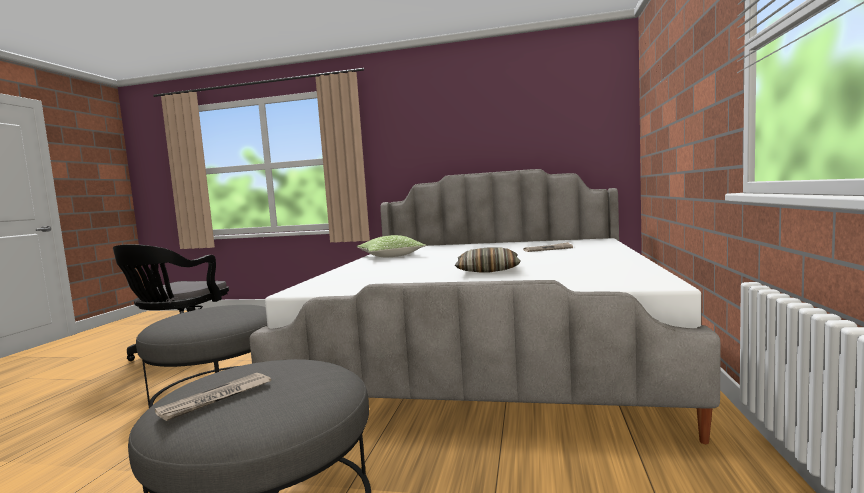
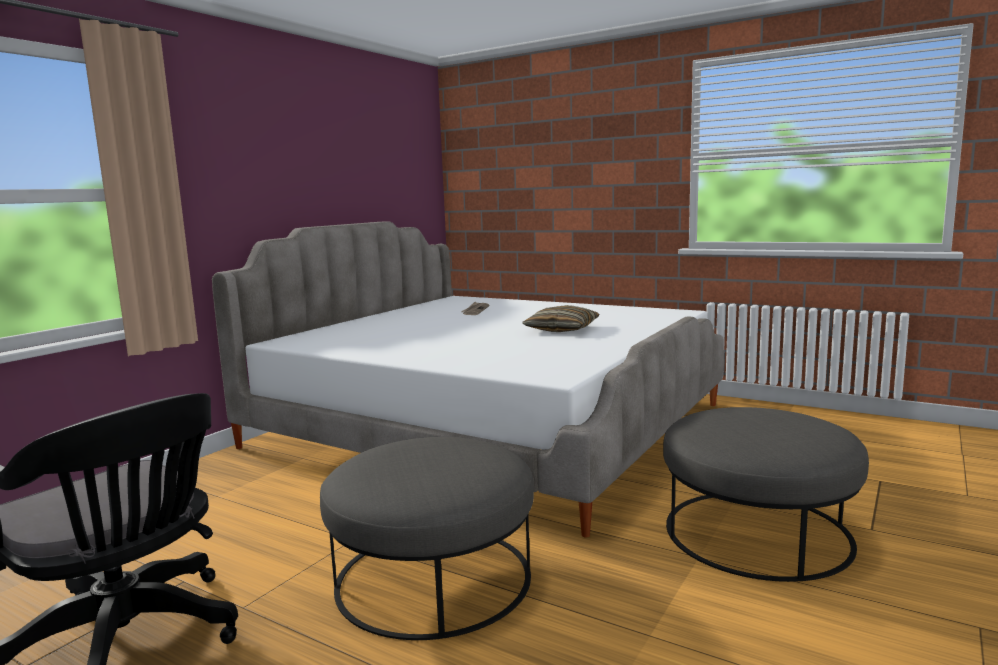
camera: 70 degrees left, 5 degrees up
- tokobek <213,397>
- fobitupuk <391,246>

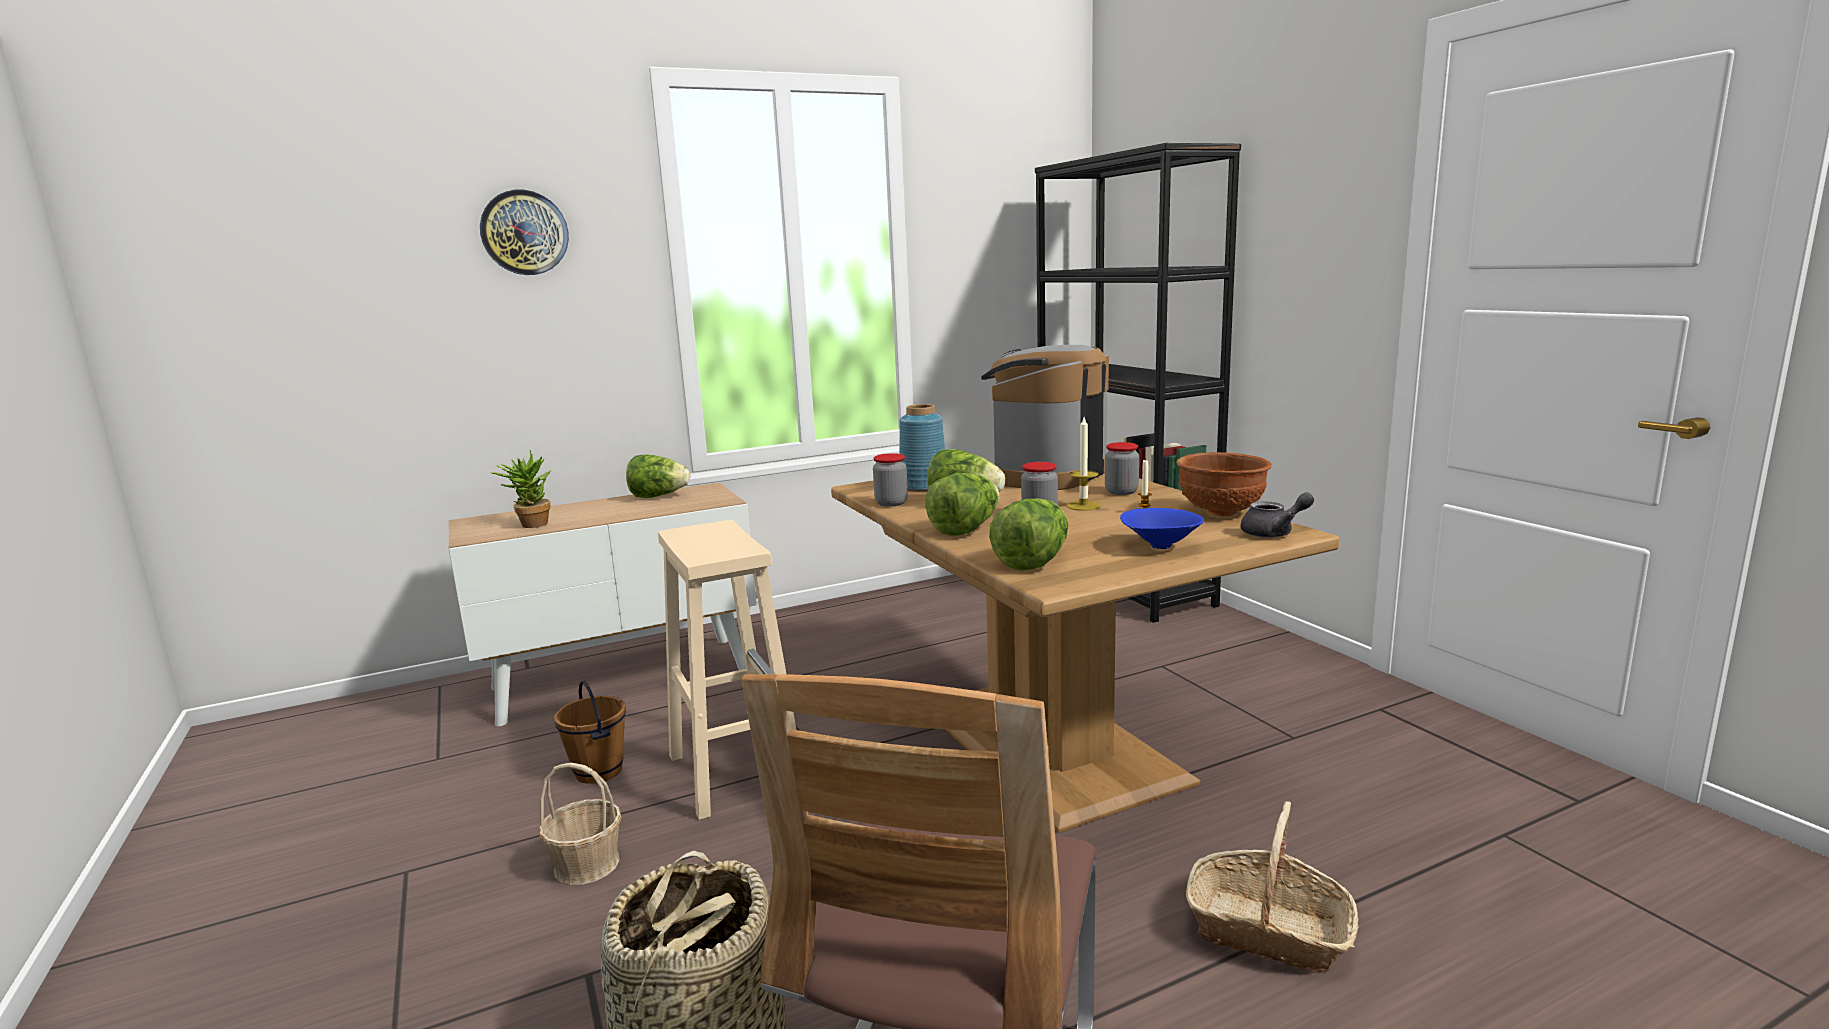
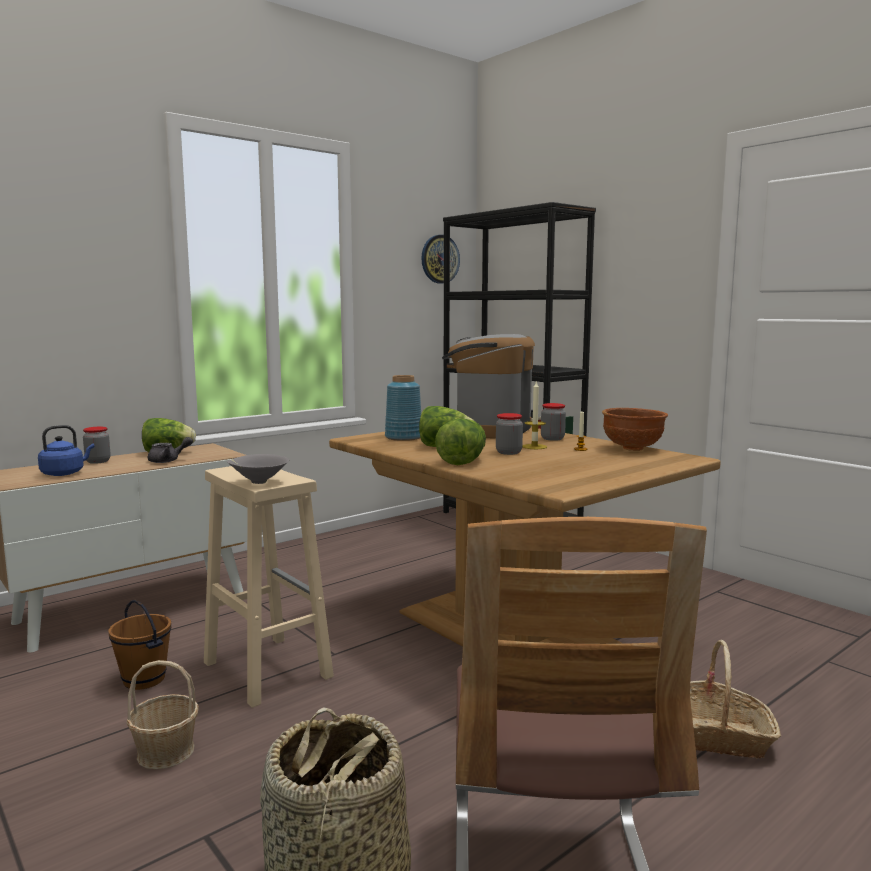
camera: 15 degrees left, 5 degrees down
~ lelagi <524,232> to <440,259>
~ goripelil <520,489> to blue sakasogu <66,450>
~ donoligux <890,480> to <97,445>
- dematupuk <1028,534>
- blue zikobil <1162,528>
~ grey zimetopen <1277,515> to <170,450>
+ grey zikobil <258,469>

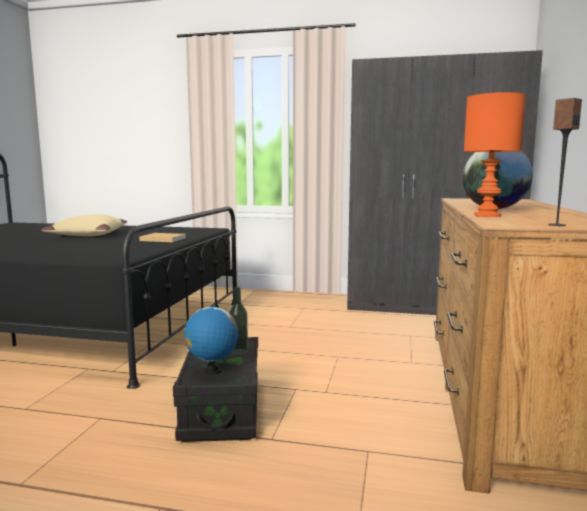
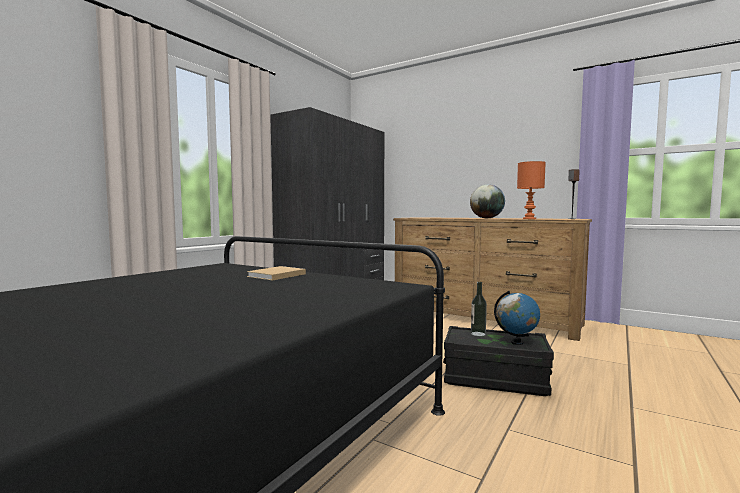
camera: 70 degrees left, 5 degrees down
- beige fobitupuk <84,225>

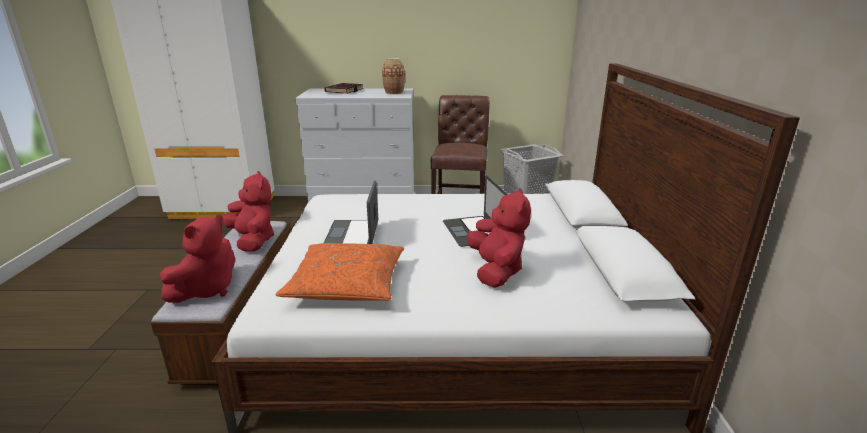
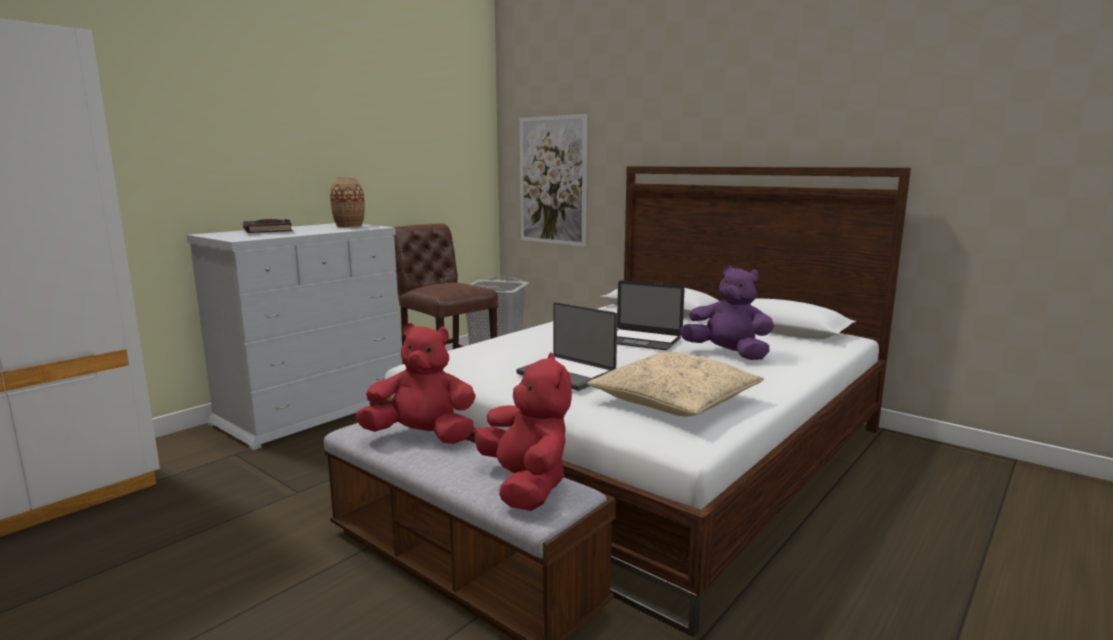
camera: 50 degrees left, 10 degrees down
~ orange fobitupuk <339,272> to beige fobitupuk <675,384>
~ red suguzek <499,238> to purple suguzek <726,312>
+ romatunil <553,180>

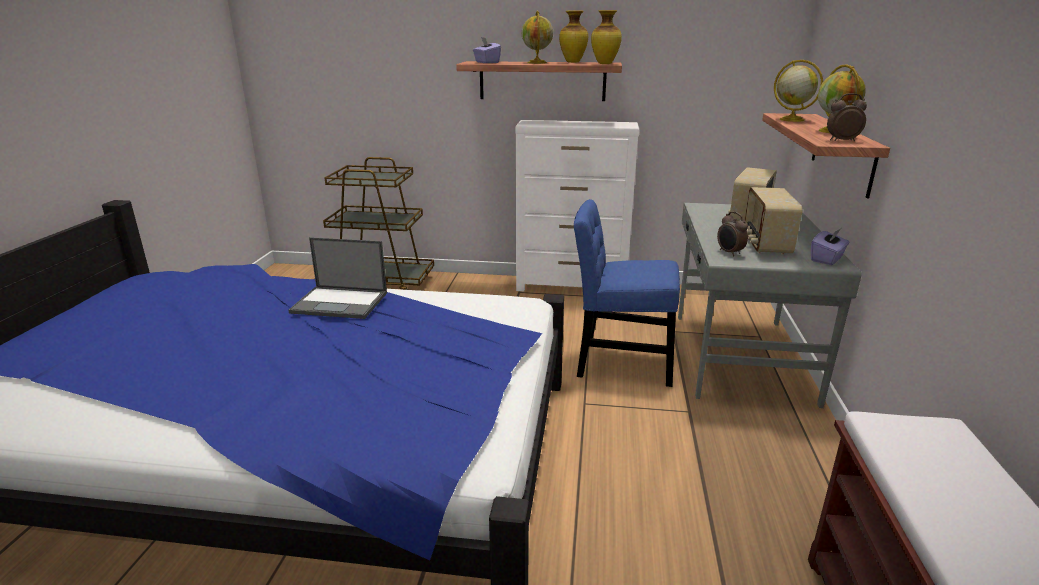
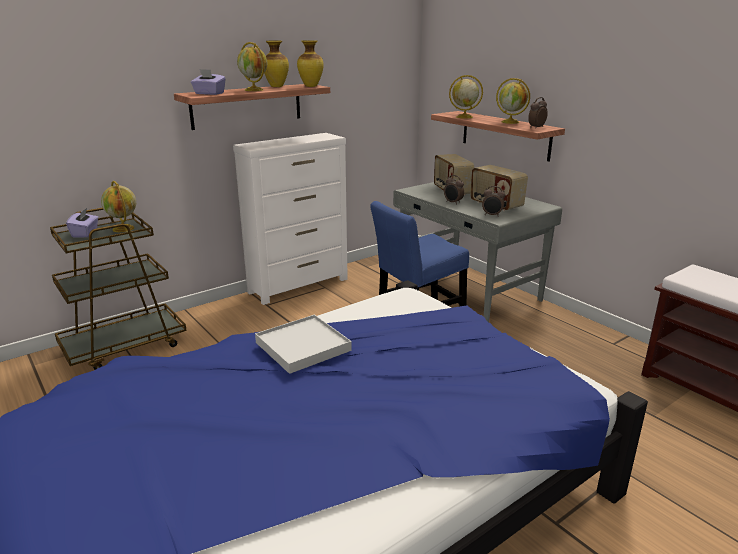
camera: 45 degrees left, 0 degrees up
~ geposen <337,278> to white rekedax <303,344>
~ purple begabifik <830,246> to <82,223>
+ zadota <118,206>
+ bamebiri <454,190>

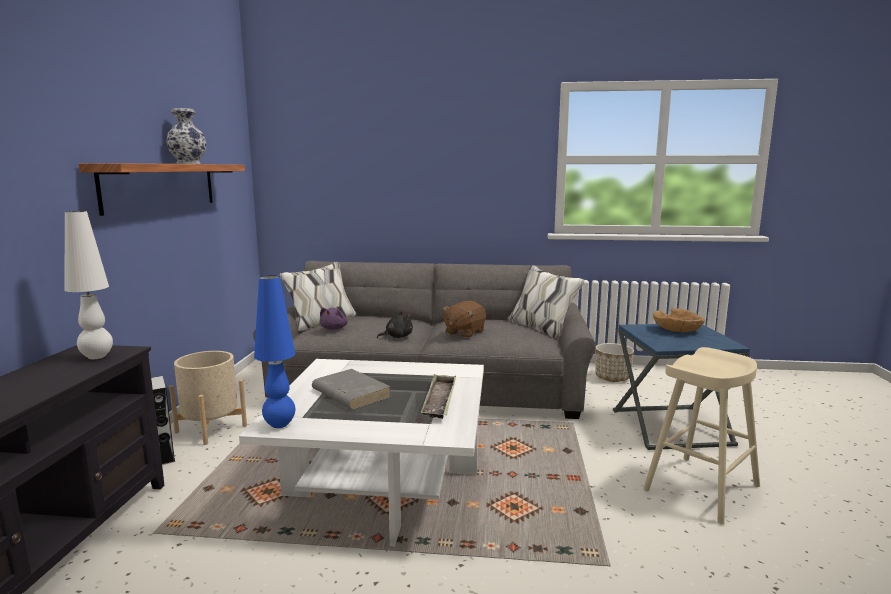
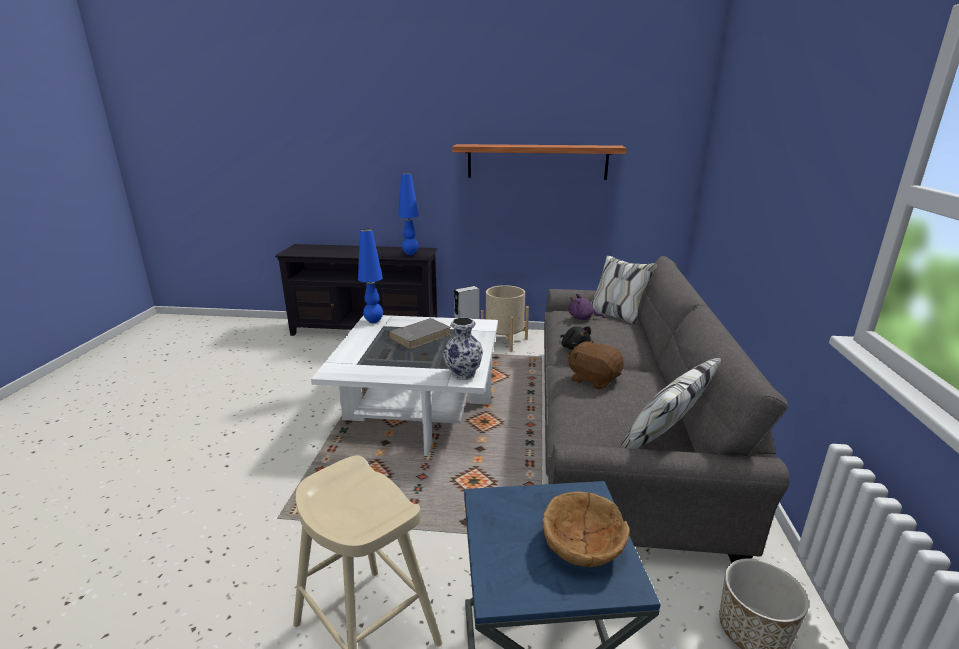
camera: 90 degrees right, 10 degrees up
~ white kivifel <88,285> to blue kivifel <408,214>
~ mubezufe <186,136> to <463,348>
- rekedax <438,396>

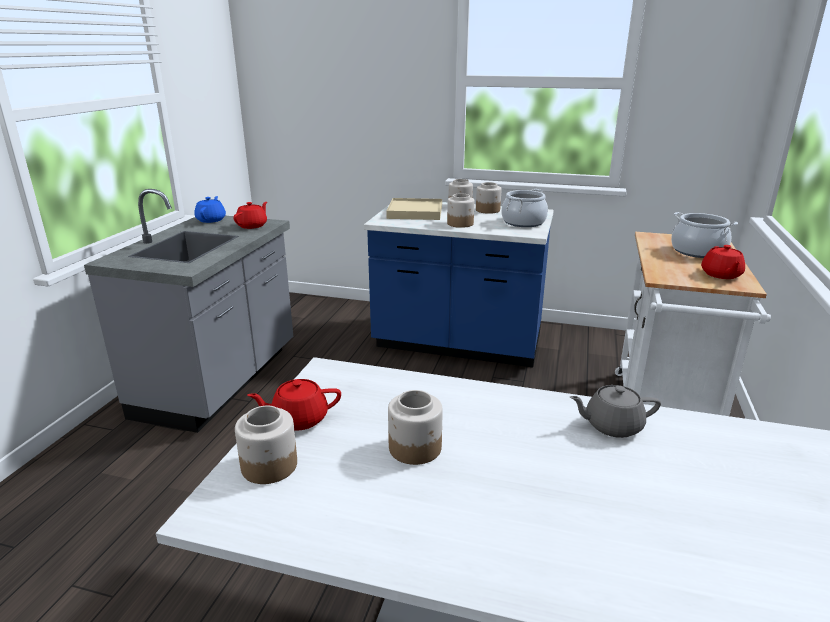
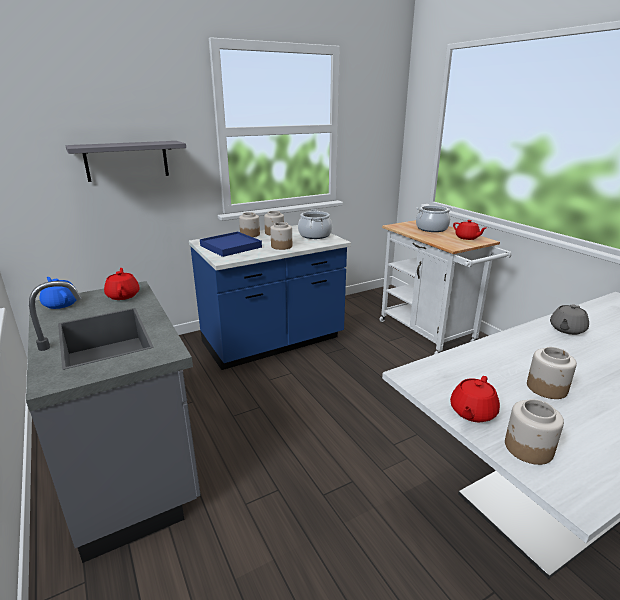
camera: 45 degrees left, 0 degrees up
~ beige rekedax <414,209> to blue rekedax <231,244>
+ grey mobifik <126,161>

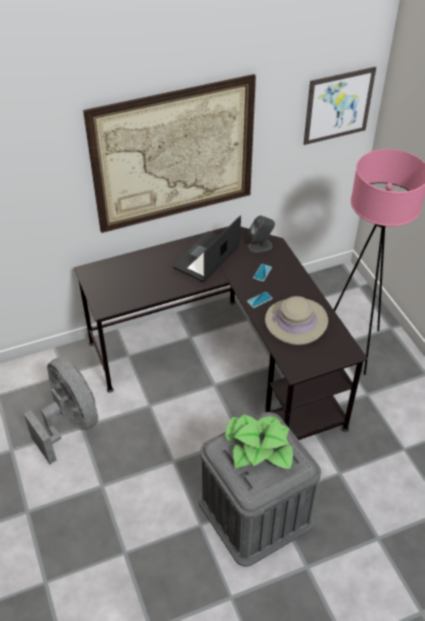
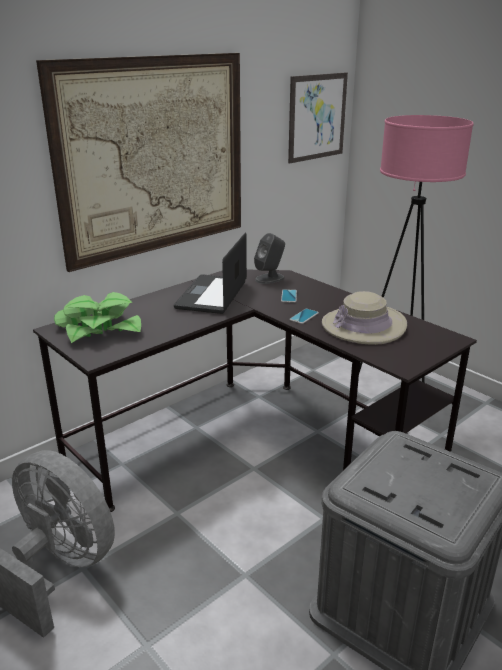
camera: 20 degrees left, 20 degrees down
~ goripelil <259,441> to <97,317>

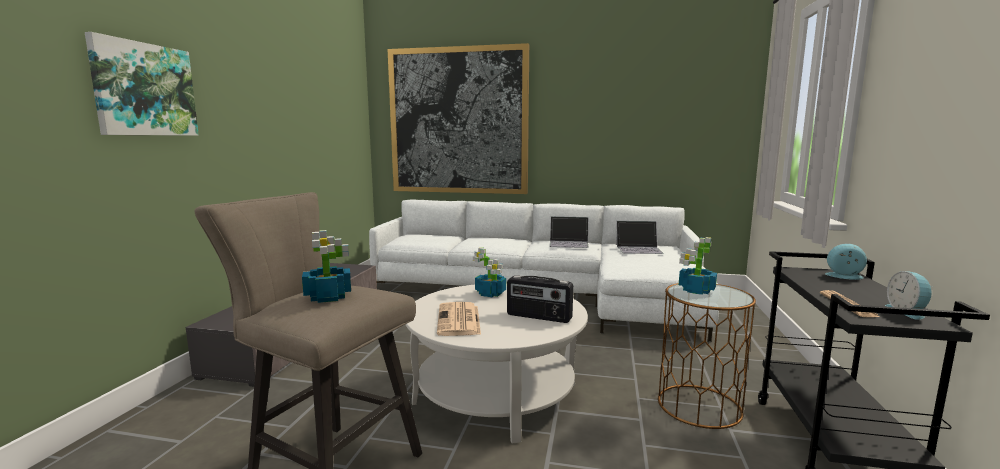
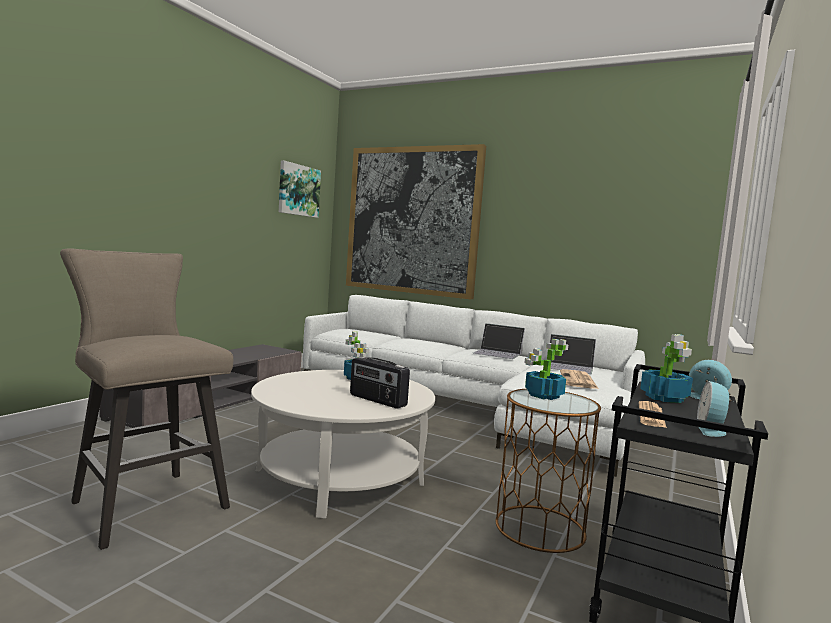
camera: 15 degrees right, 5 degrees down
~ romatunil <142,84> to <300,189>
~ goripelil <326,266> to <666,368>
~ tokobek <459,319> to <579,379>

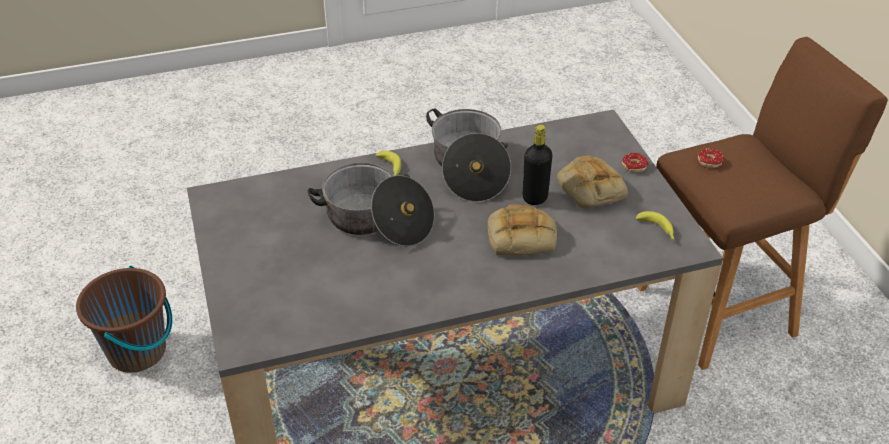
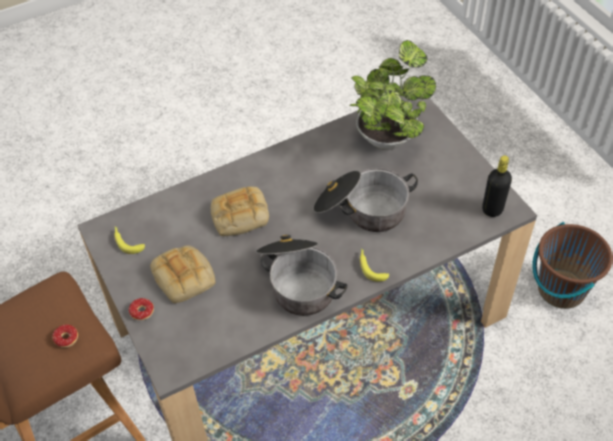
camera: 170 degrees right, 10 degrees up
~ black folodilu <538,165> to <497,186>
+ goripelil <392,95>

